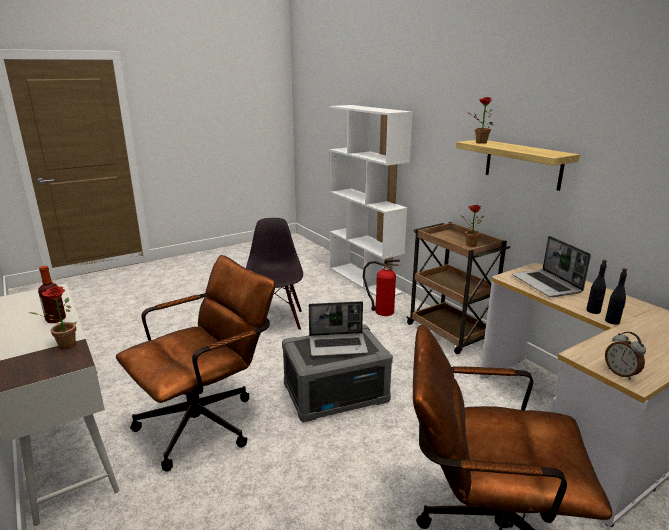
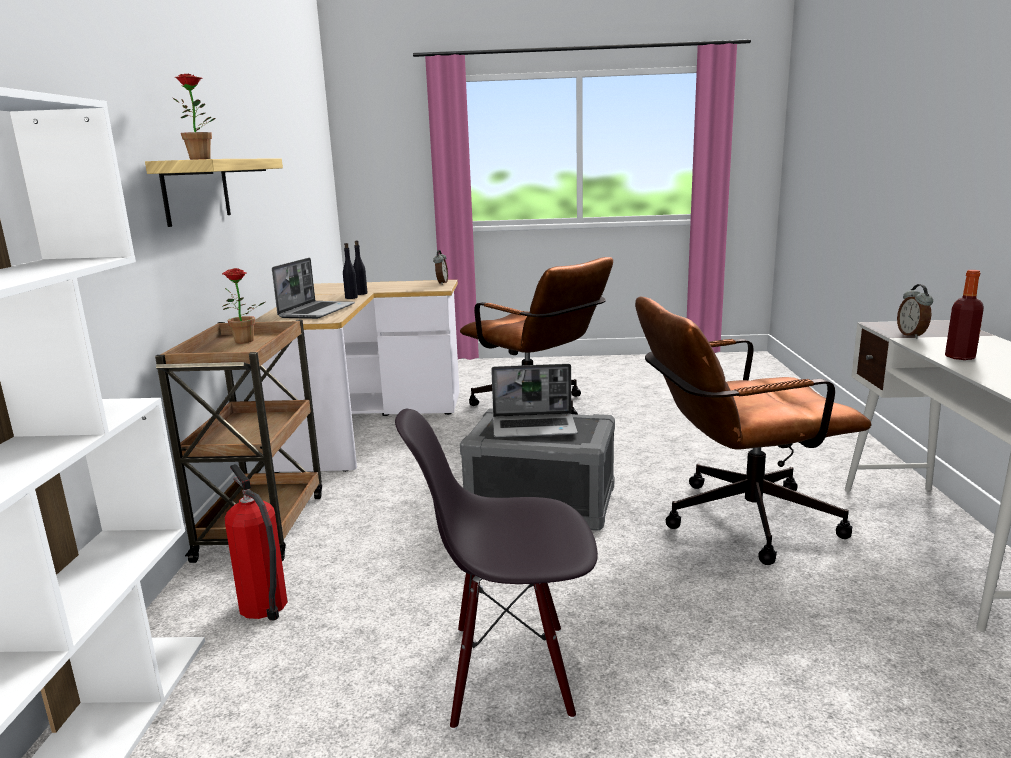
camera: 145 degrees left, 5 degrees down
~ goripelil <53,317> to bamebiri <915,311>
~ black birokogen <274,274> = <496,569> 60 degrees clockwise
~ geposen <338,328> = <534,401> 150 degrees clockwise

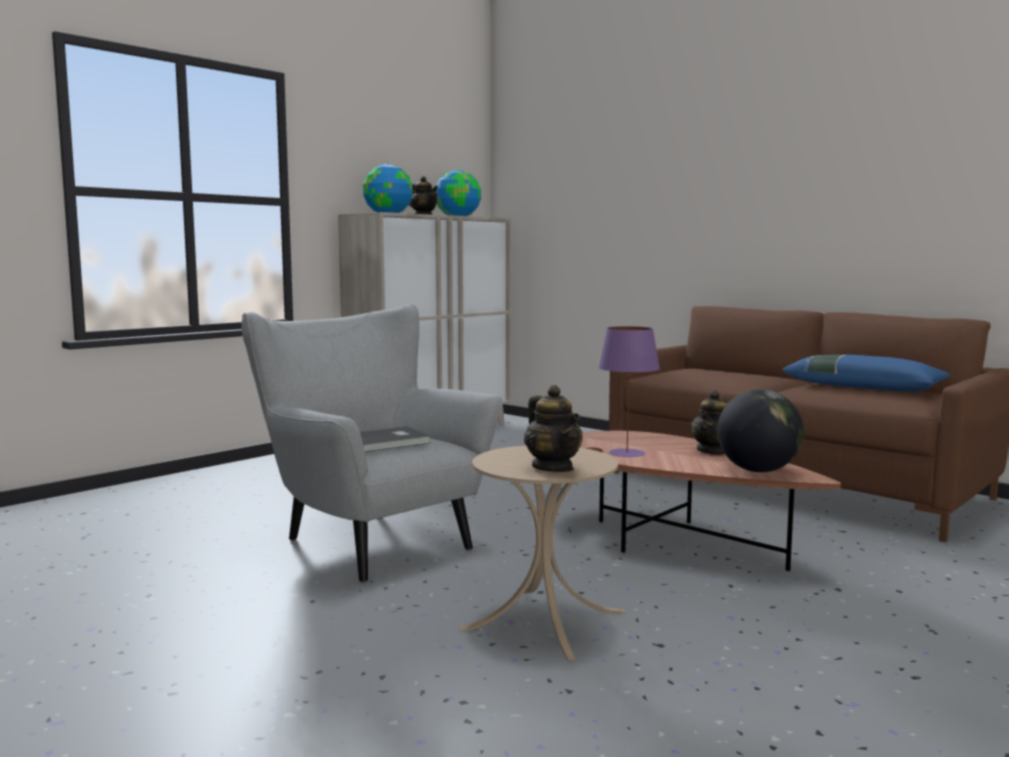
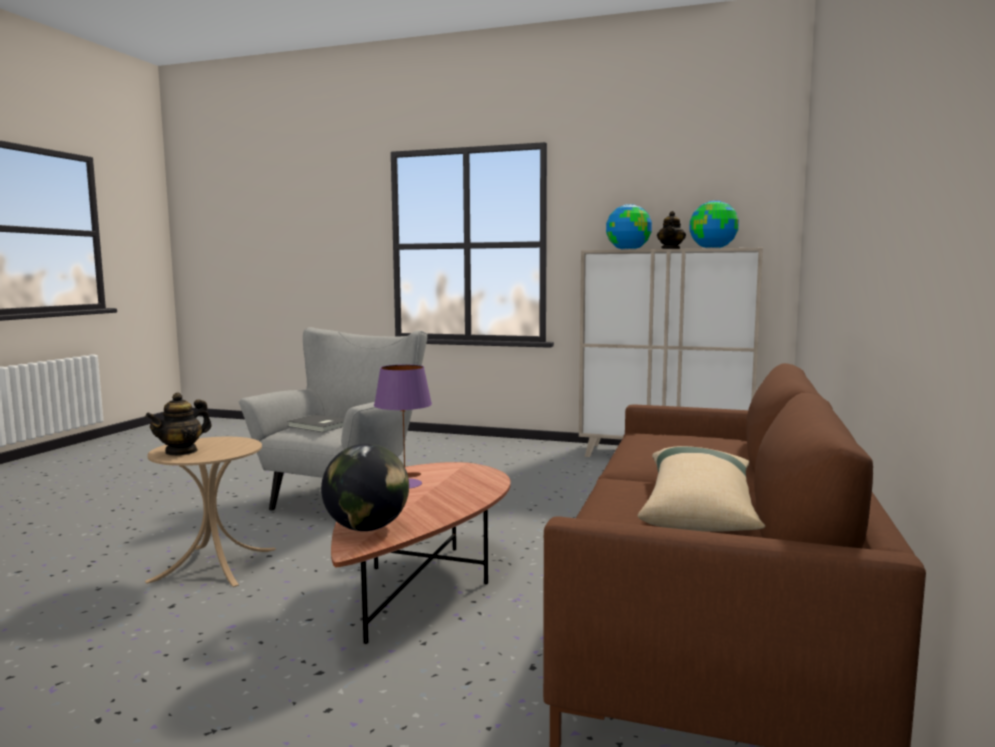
camera: 65 degrees right, 0 degrees up
- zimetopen <708,422>
~ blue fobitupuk <867,373> to beige fobitupuk <701,489>

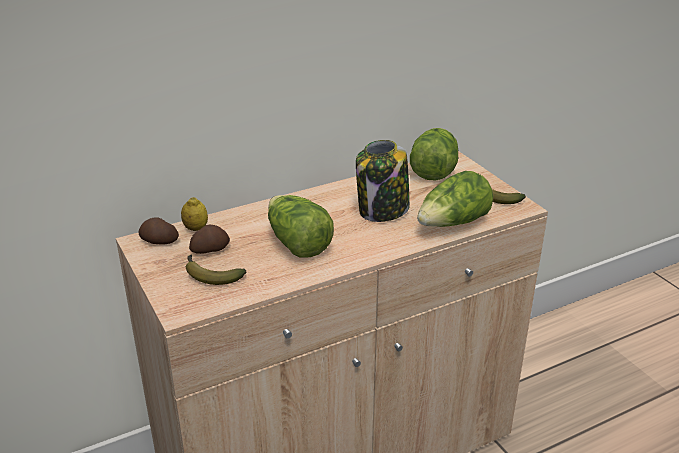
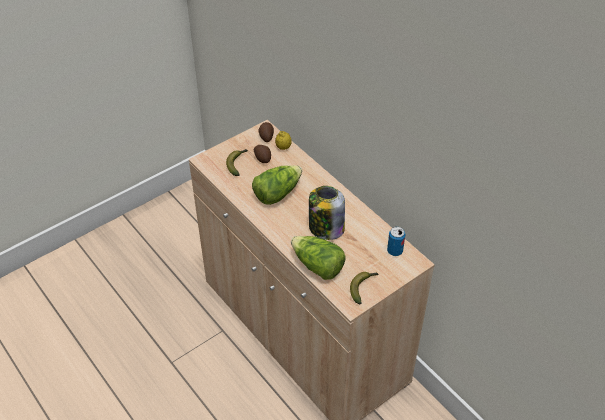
camera: 80 degrees right, 15 degrees up
~ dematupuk <434,154> to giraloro <396,241>

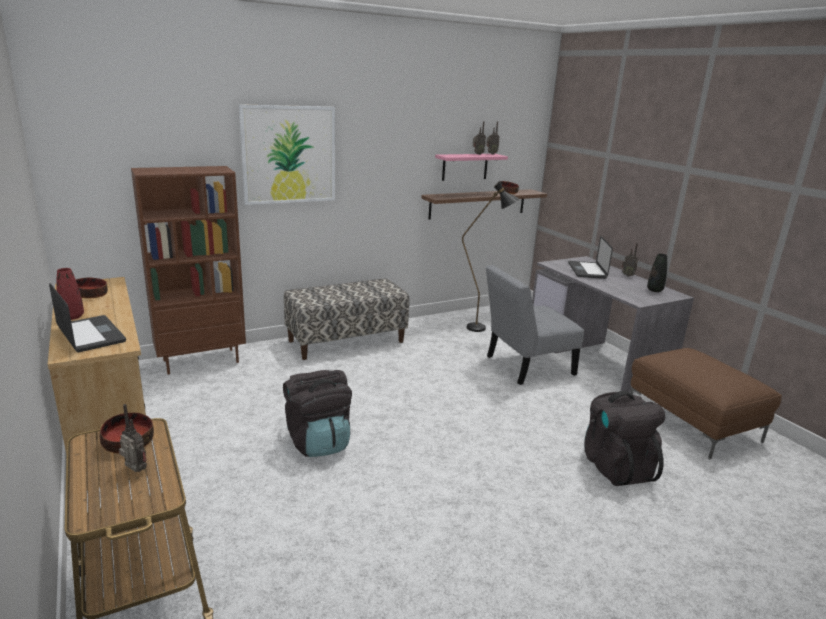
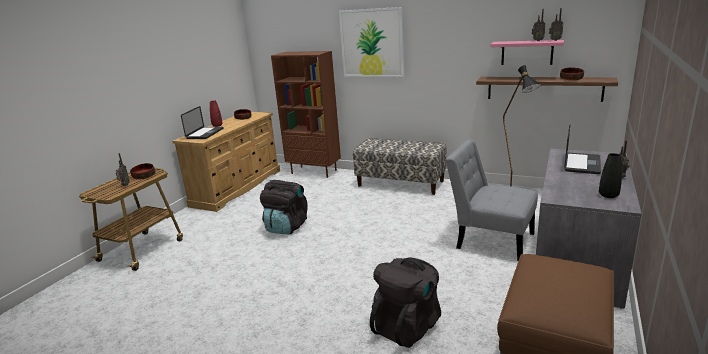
camera: 55 degrees right, 0 degrees up
~ geposen <590,257> = <582,149> 150 degrees clockwise

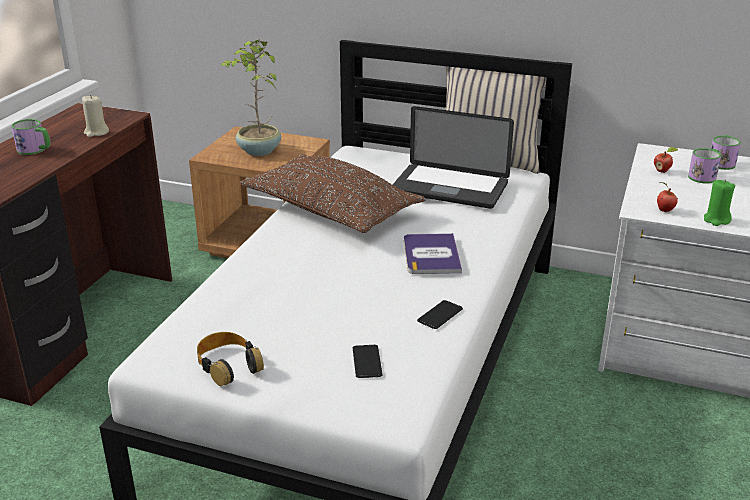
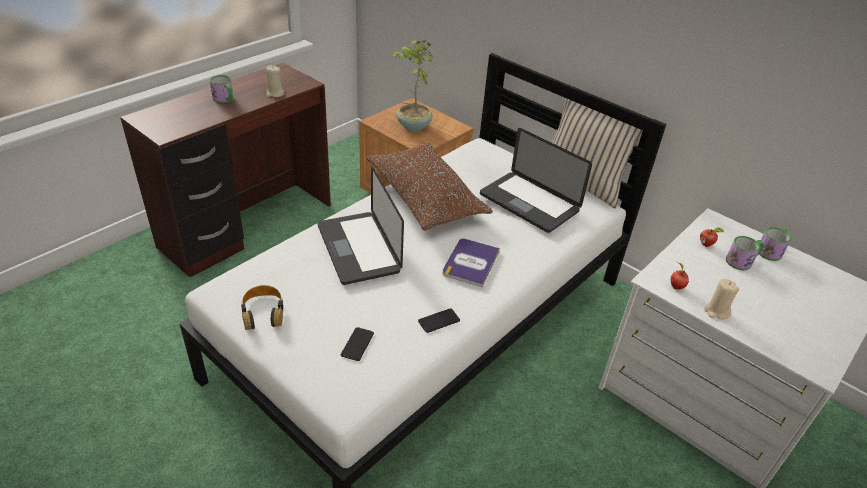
camera: 20 degrees right, 10 degrees up
~ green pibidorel <719,203> to beige pibidorel <721,299>
+ geposen <360,225>

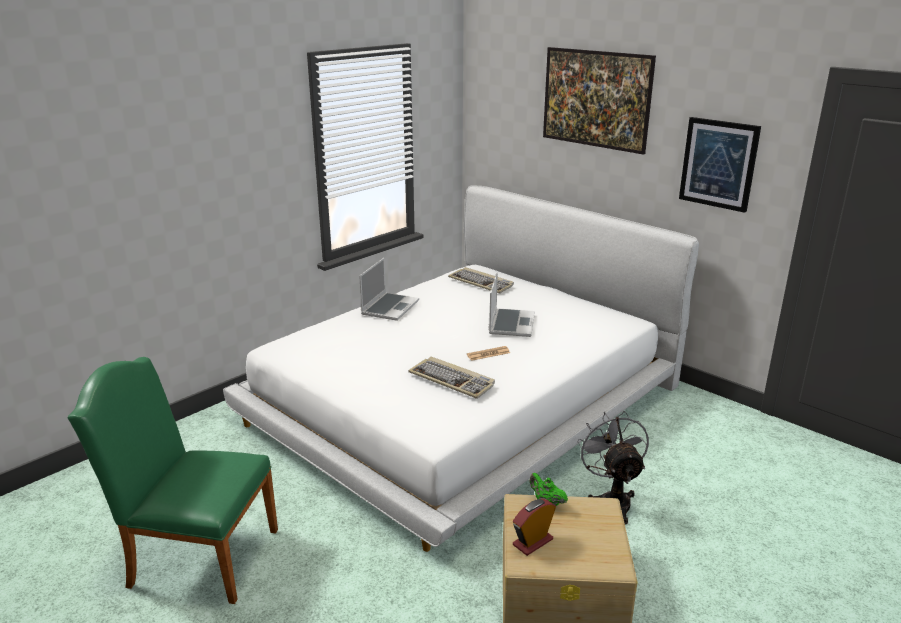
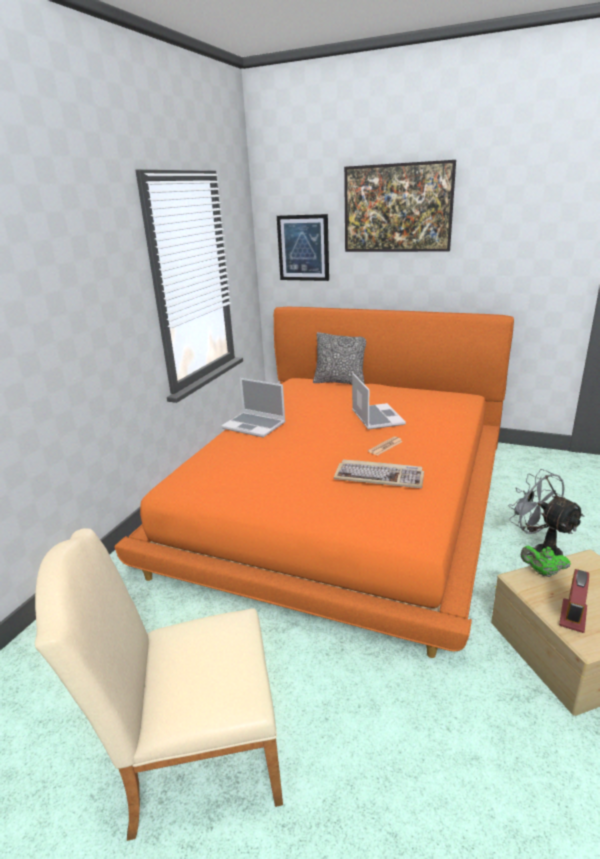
camera: 20 degrees left, 0 degrees up
~ green birokogen <173,480> to beige birokogen <158,684>
~ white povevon <461,368> to orange povevon <314,482>
~ geposen <389,289> = <253,408> 120 degrees clockwise
- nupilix <481,280>
~ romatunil <720,165> to <303,247>
+ fobitupuk <339,358>

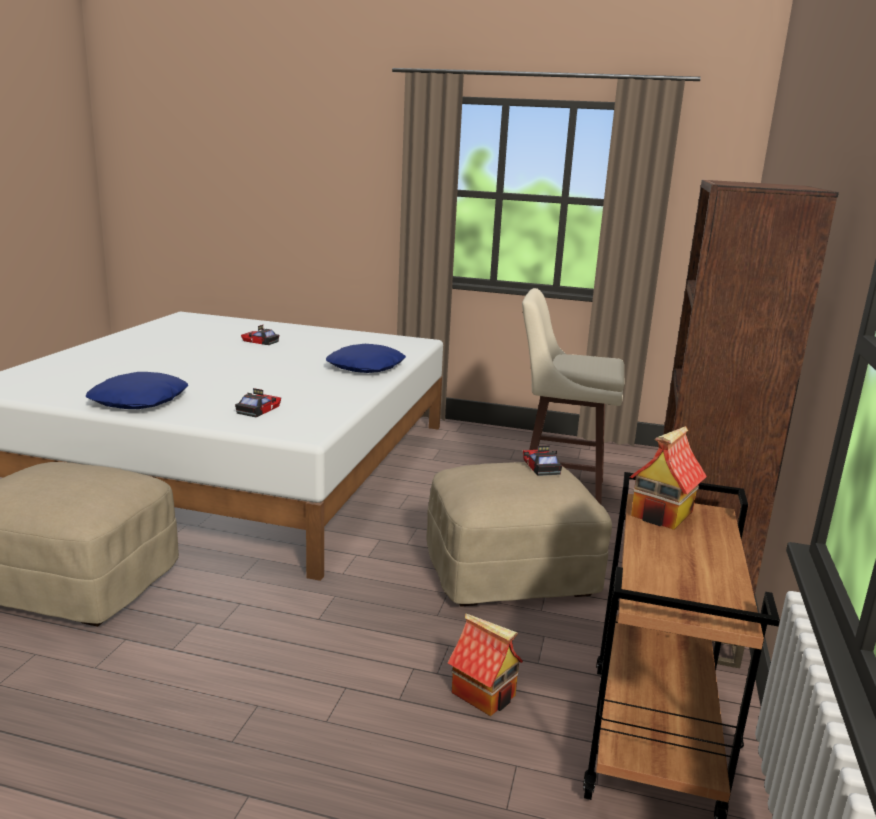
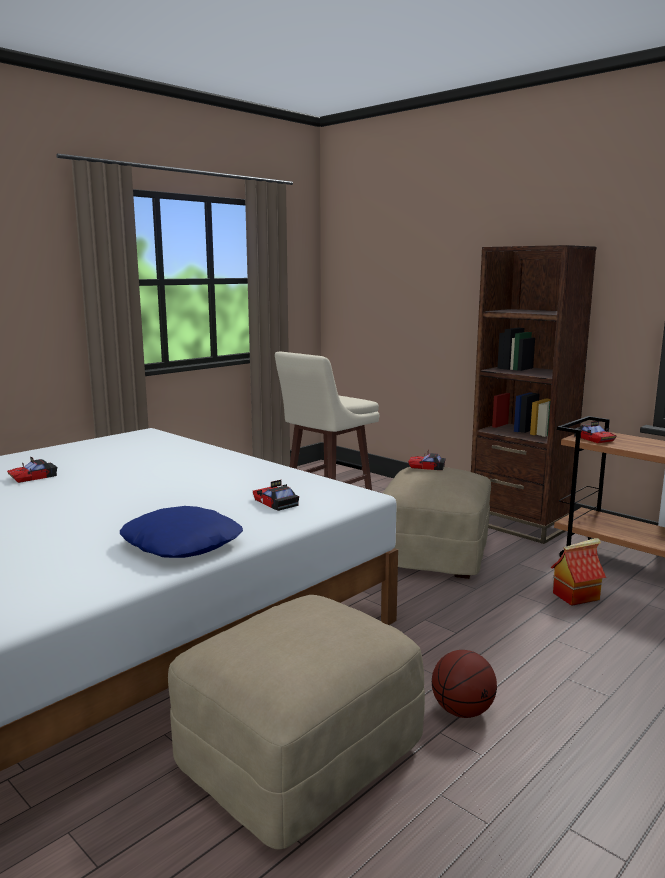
camera: 60 degrees left, 5 degrees down
- blue fobitupuk <366,358>
~ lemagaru <668,478> to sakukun <595,432>
+ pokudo <464,684>

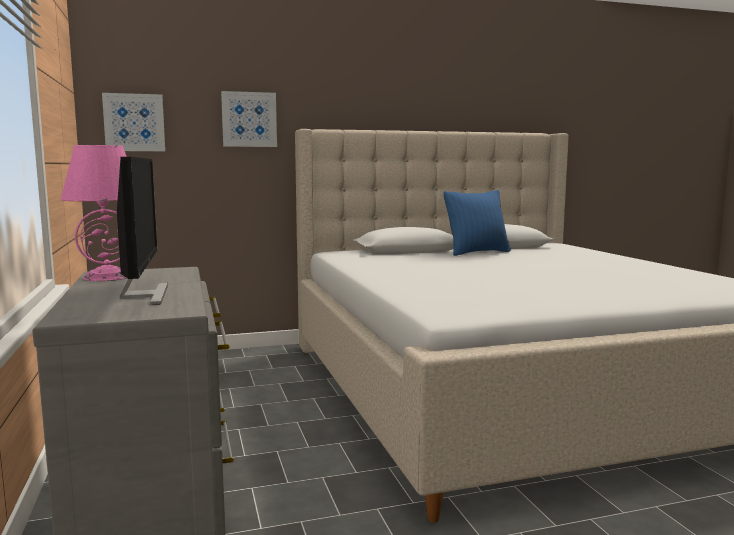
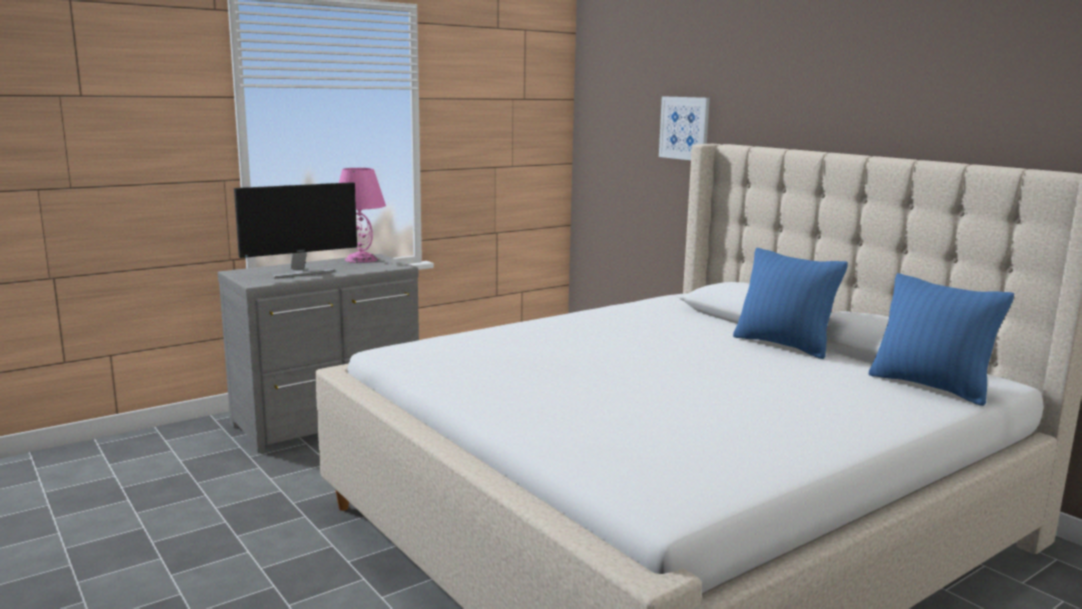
camera: 70 degrees right, 5 degrees up
- romatunil <133,122>
+ blue fobitupuk <941,339>

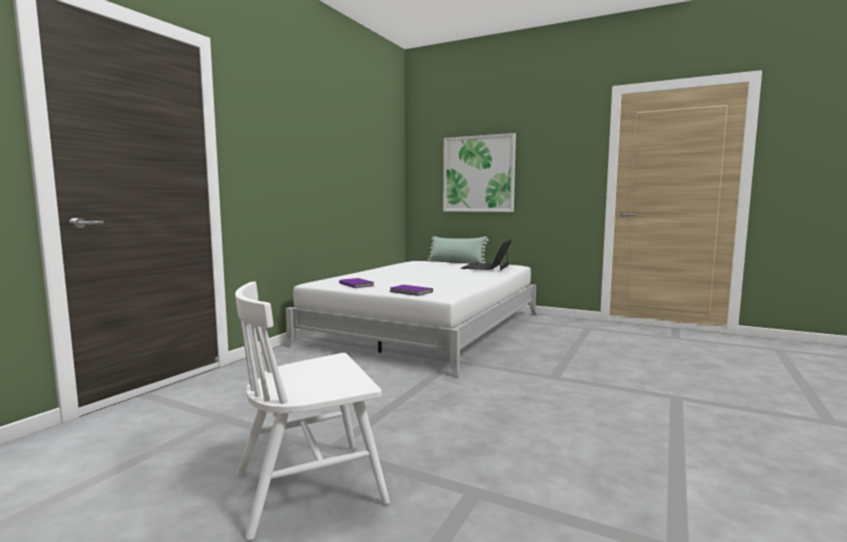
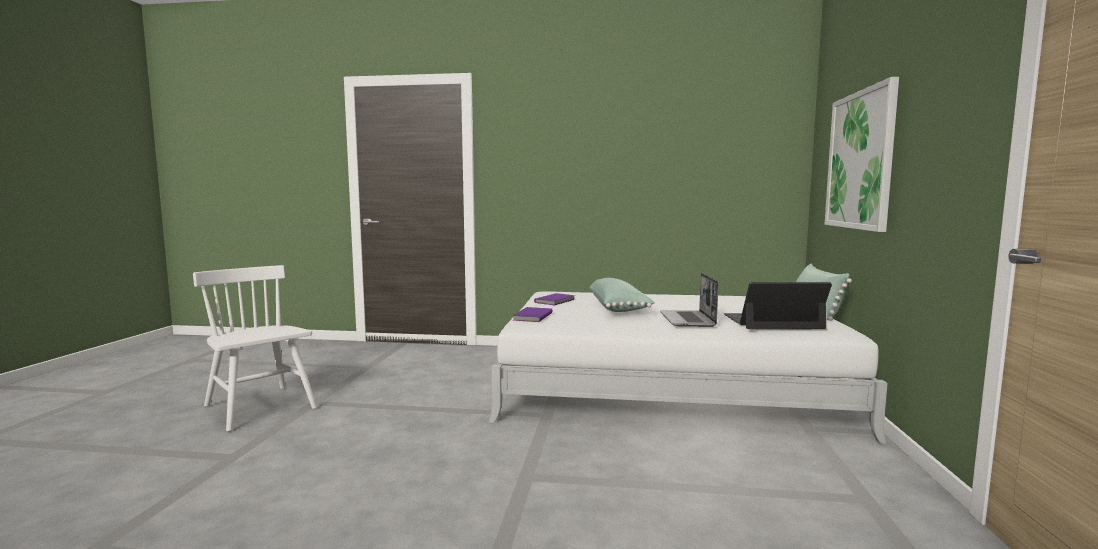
camera: 70 degrees right, 0 degrees up
+ green fobitupuk <622,295>
+ geposen <689,300>

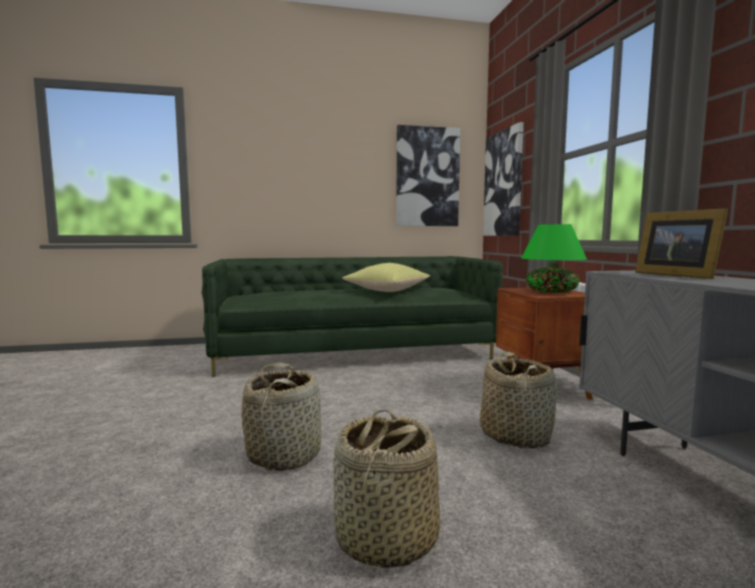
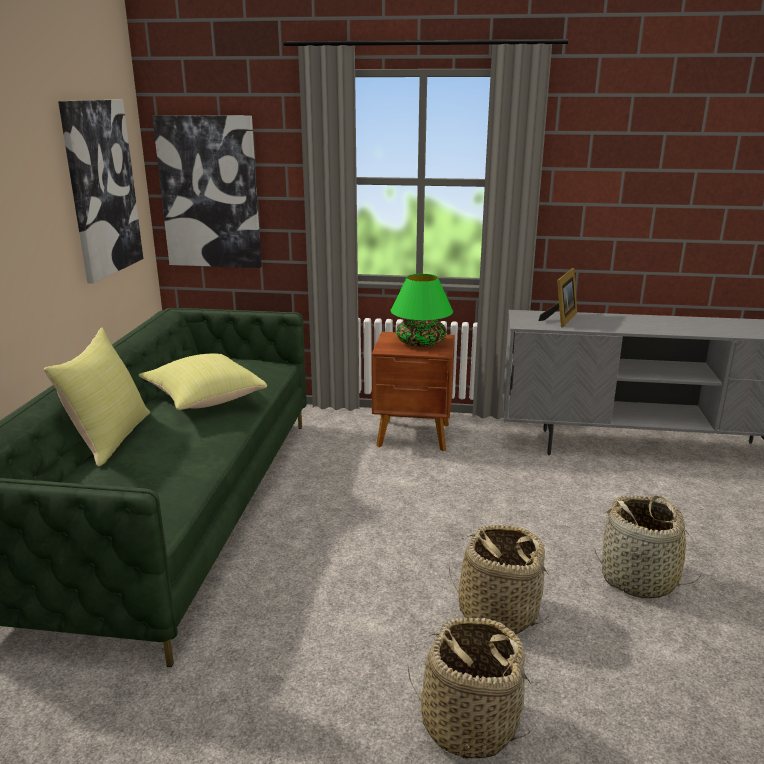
camera: 70 degrees left, 15 degrees up
~ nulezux <518,400> to <470,688>
~ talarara <681,243> = <558,297> 60 degrees counterclockwise
+ yellow fobitupuk <97,397>

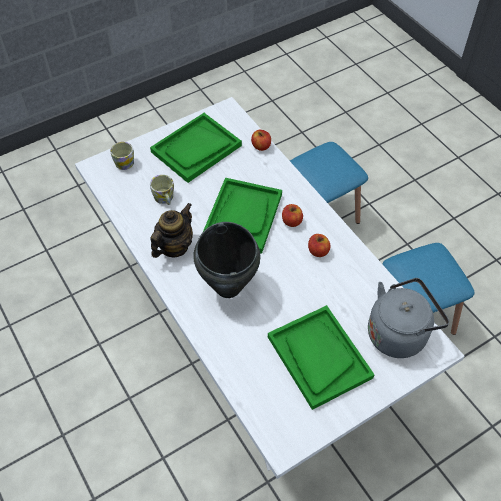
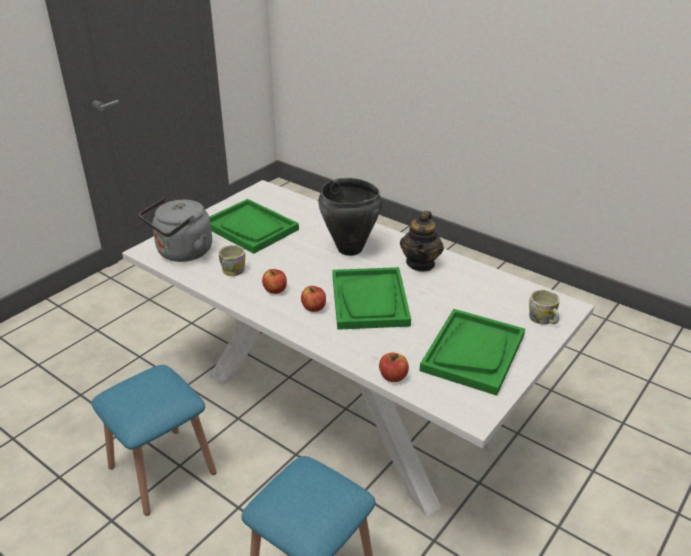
camera: 160 degrees right, 20 degrees down
~ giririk <162,190> to <232,260>

